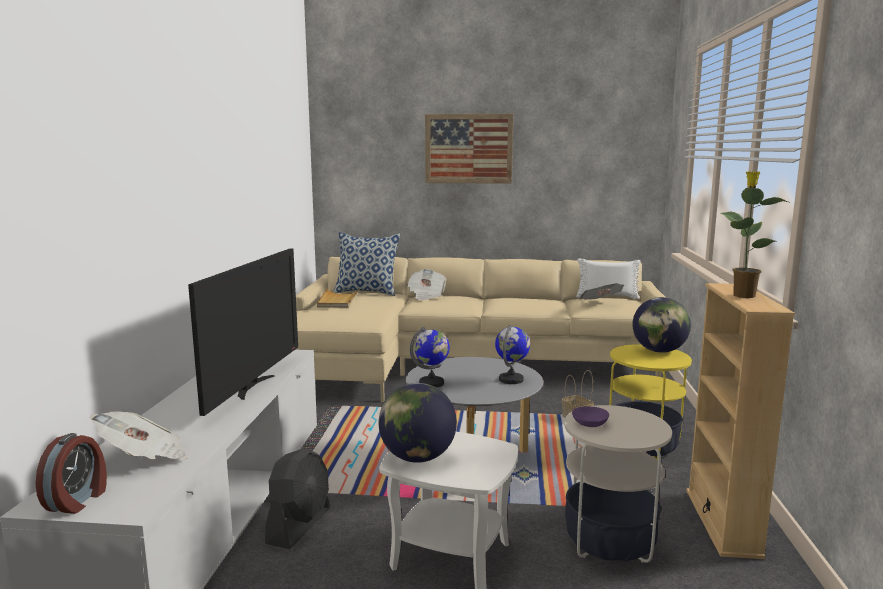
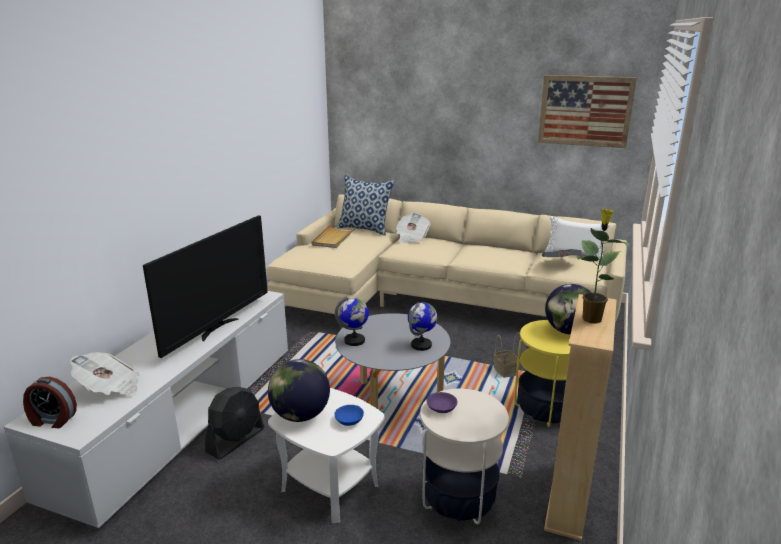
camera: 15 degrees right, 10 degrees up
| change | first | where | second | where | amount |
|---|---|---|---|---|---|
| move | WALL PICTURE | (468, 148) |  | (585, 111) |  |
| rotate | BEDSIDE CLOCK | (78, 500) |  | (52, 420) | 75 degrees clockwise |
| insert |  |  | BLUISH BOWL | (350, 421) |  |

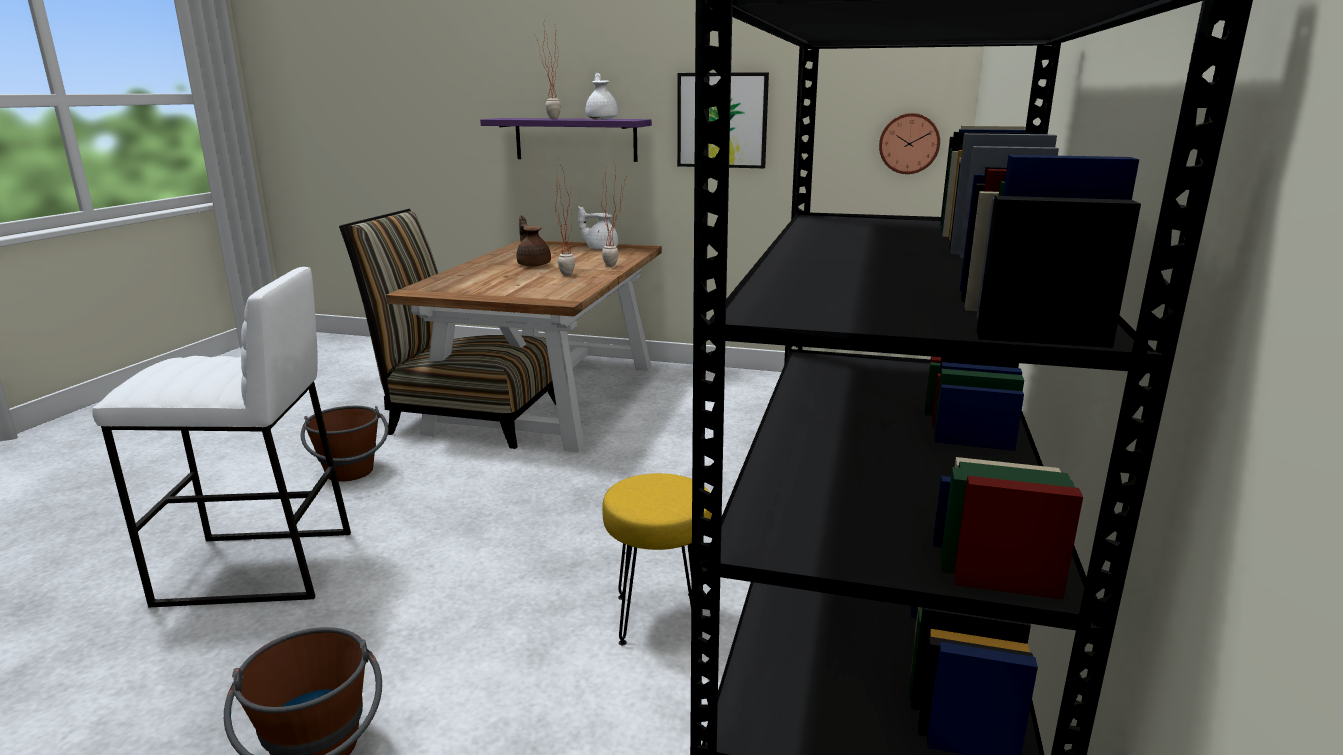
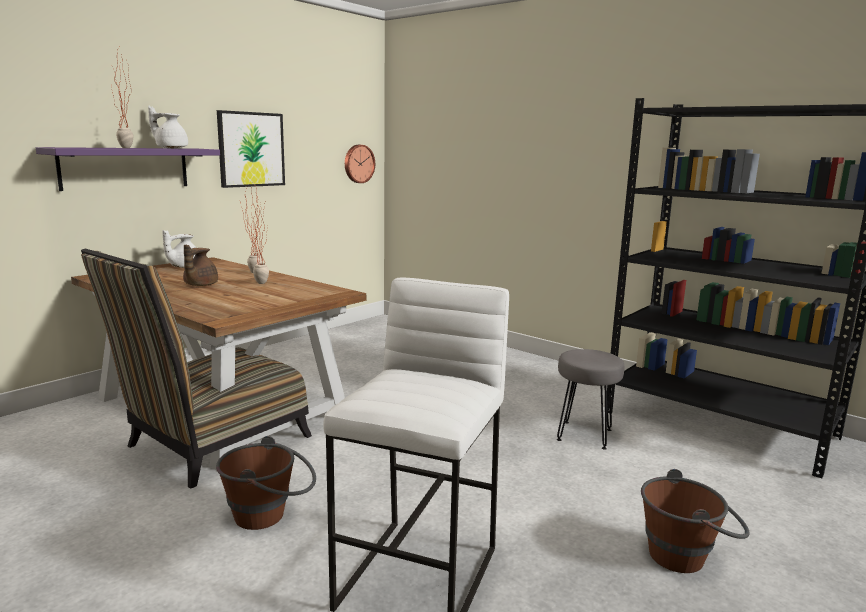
camera: 65 degrees left, 5 degrees down
| change | first | where | second | where | amount |
|---|---|---|---|---|---|
| rotate | BROWN POT FOR TEA | (533, 264) |  | (199, 285) | 75 degrees counterclockwise |
| recolor | YELLOW-COLOURED STOOL SEAT | (659, 618) | GREY STOOL SEAT | (585, 434) |  |

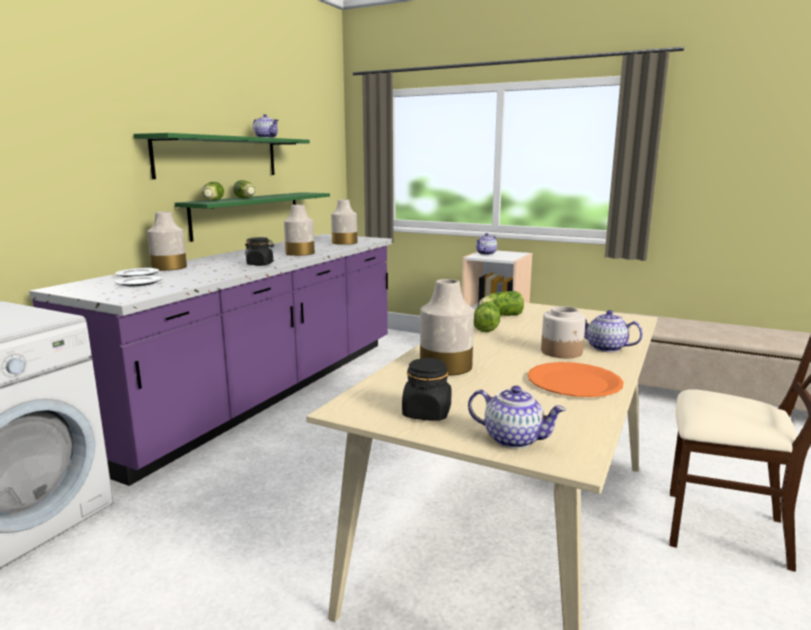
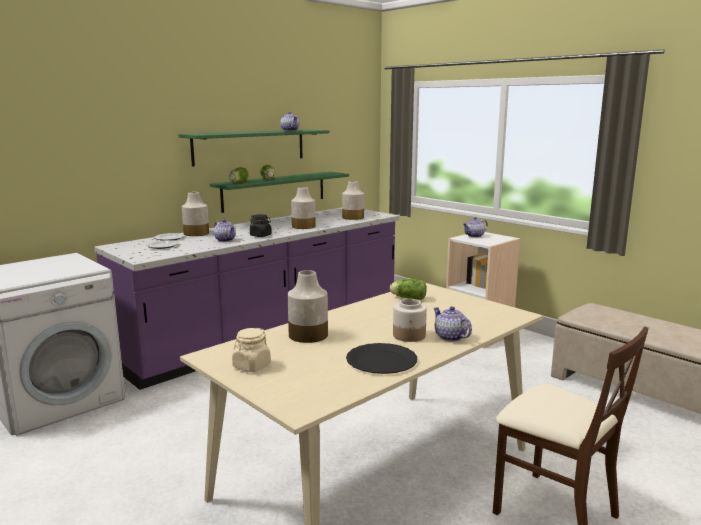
camera: 20 degrees right, 0 degrees up
| change | first | where | second | where | amount |
|---|---|---|---|---|---|
| delete | LETTUCE HEAD | (486, 327) |  |  |  |
| recolor | BLACK PRESERVE JAR | (427, 413) | BEIGE-COLOURED PRESERVE JAR | (251, 366) |  |
| recolor | ORANGEY DINNER PLATE | (574, 382) | BLACK DINNER PLATE | (381, 361) |  |
| move | POT FOR TEA | (514, 439) |  | (225, 240) |  |

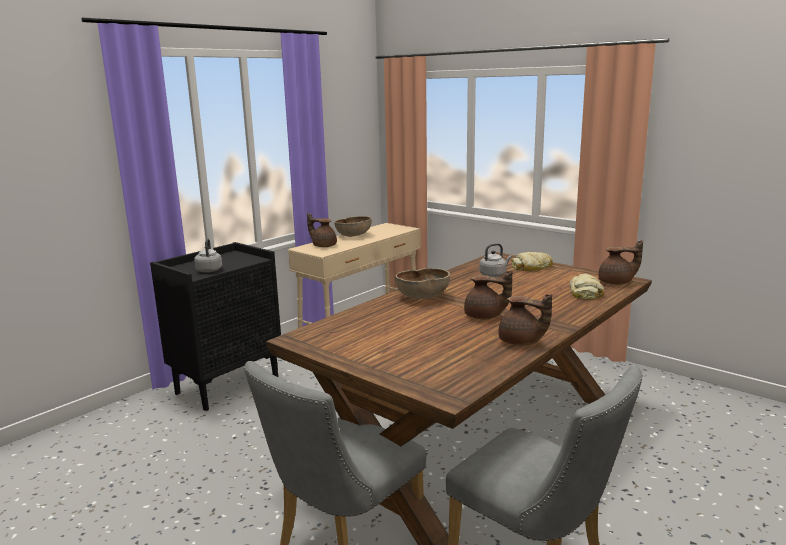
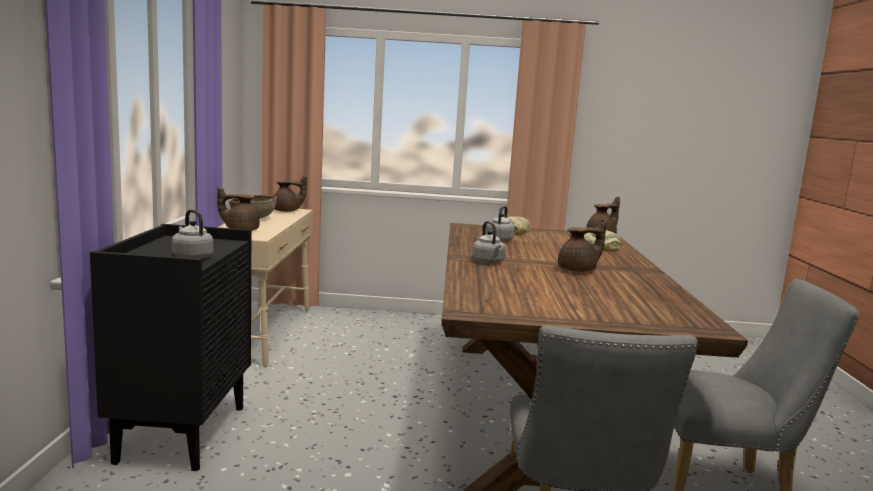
camera: 40 degrees left, 5 degrees down
| change | first | where | second | where | amount |
|---|---|---|---|---|---|
| replace | BROWN BOWL | (422, 297) | GREY WATER KETTLE | (489, 262) |  |
| move | BROWN POT FOR TEA | (521, 342) |  | (287, 211) |  |

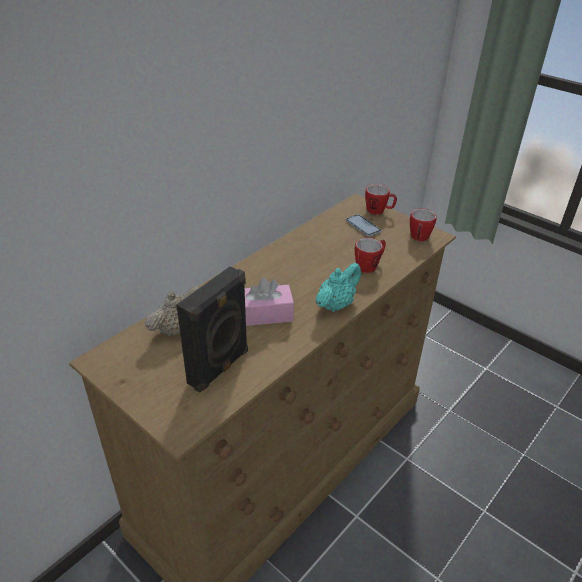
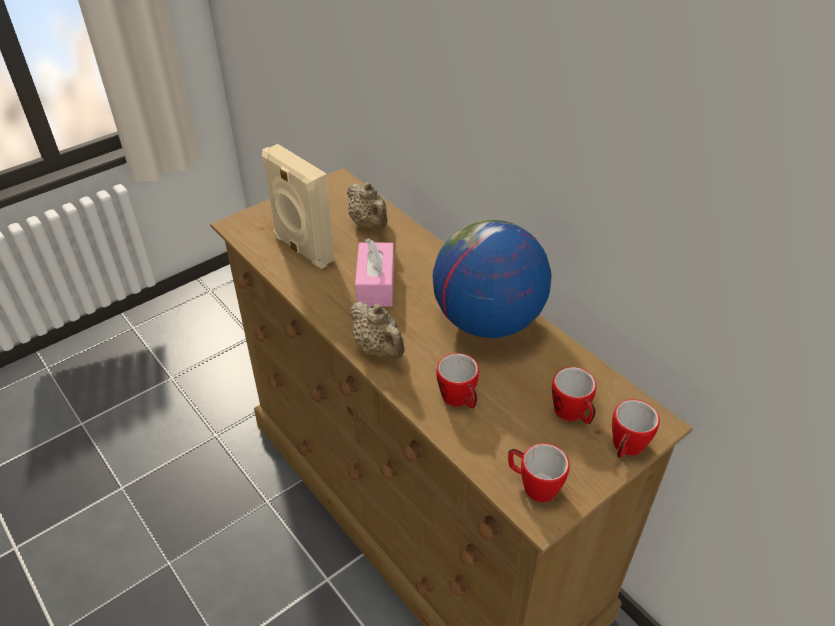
camera: 100 degrees right, 5 degrees up
| change | first | where | second | where | amount |
|---|---|---|---|---|---|
| replace | HANDSET | (363, 226) | TEA MUG | (573, 414) |  |
| recolor | TURQUOISE POT FOR TEA | (336, 304) | BEIGE-COLOURED POT FOR TEA | (379, 349) |  |
| recolor | BLACK LOUDSPEAKER | (220, 368) | BEIGE-COLOURED LOUDSPEAKER | (302, 249) |  |
| insert |  |  | WORLD GLOBE | (487, 321) |  |

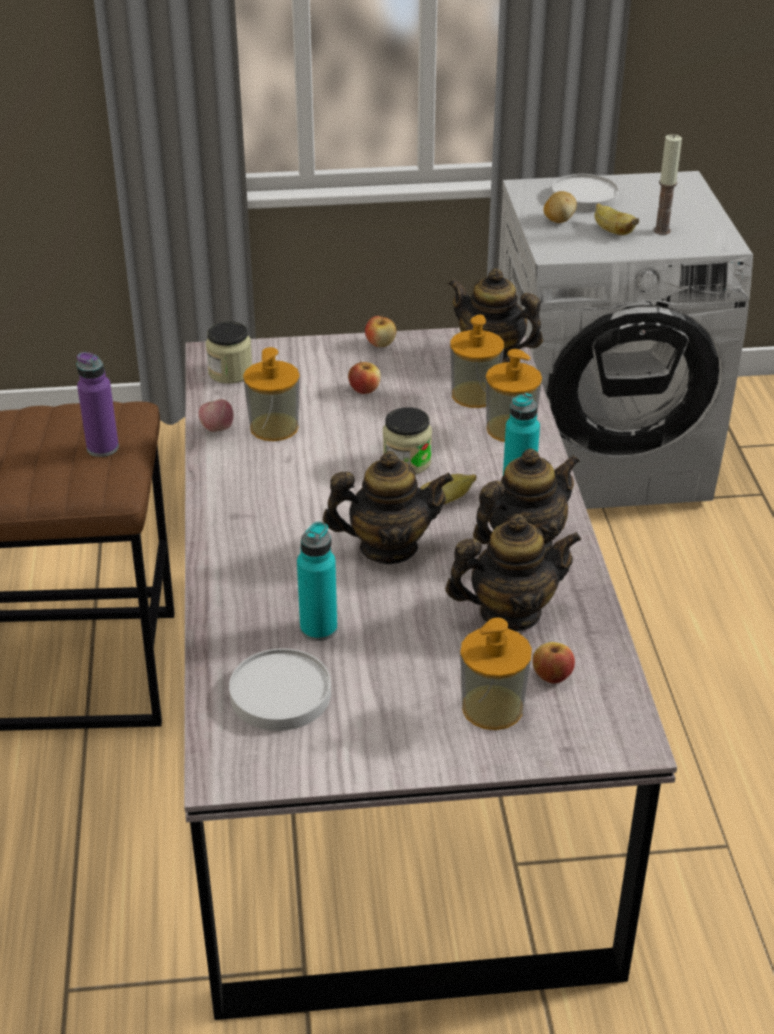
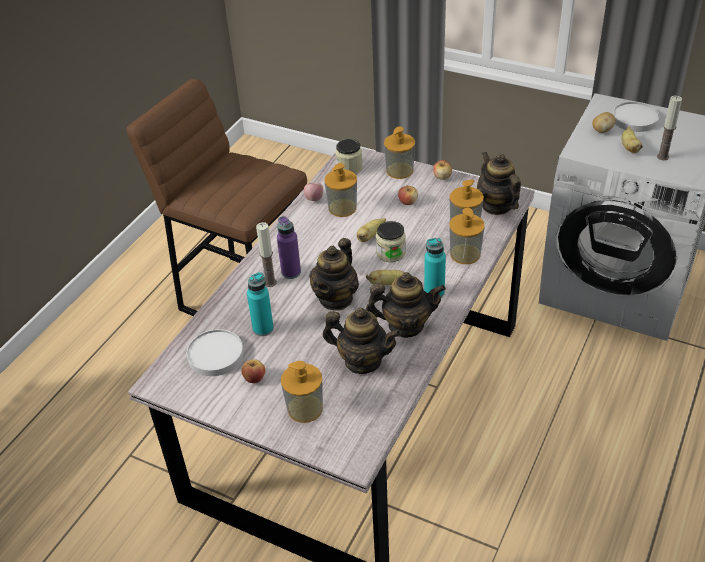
camera: 35 degrees right, 5 degrees up
| change | first | where | second | where | amount |
|---|---|---|---|---|---|
| move | PURPLE-COLOURED BOTTLE | (102, 448) |  | (291, 272) |  |
| rotate | POT FOR TEA | (388, 547) |  | (336, 298) | 90 degrees clockwise |
| move | APPLE | (552, 676) |  | (254, 378) |  |
| insert |  |  | SOAP DISPENSER | (399, 170) |  |
| insert |  |  | BANANA FRUIT | (370, 236) |  |
| insert |  |  | WAX CANDLE | (270, 282) |  |

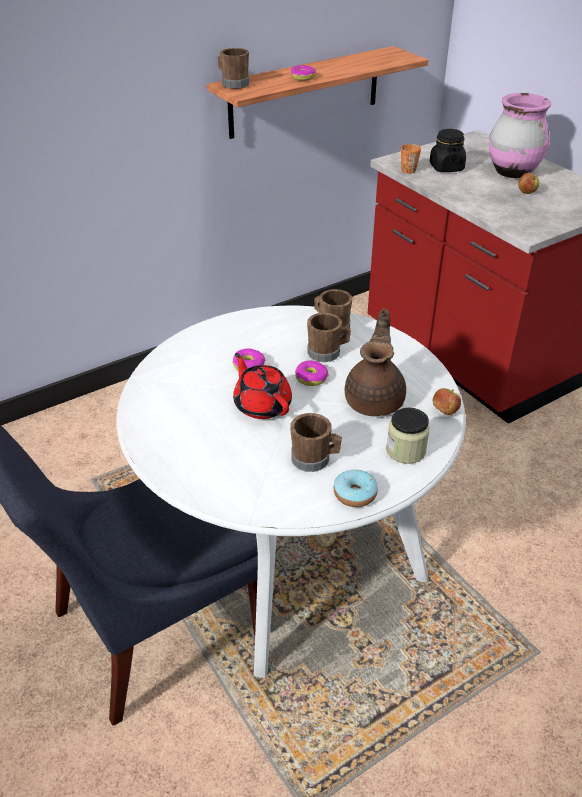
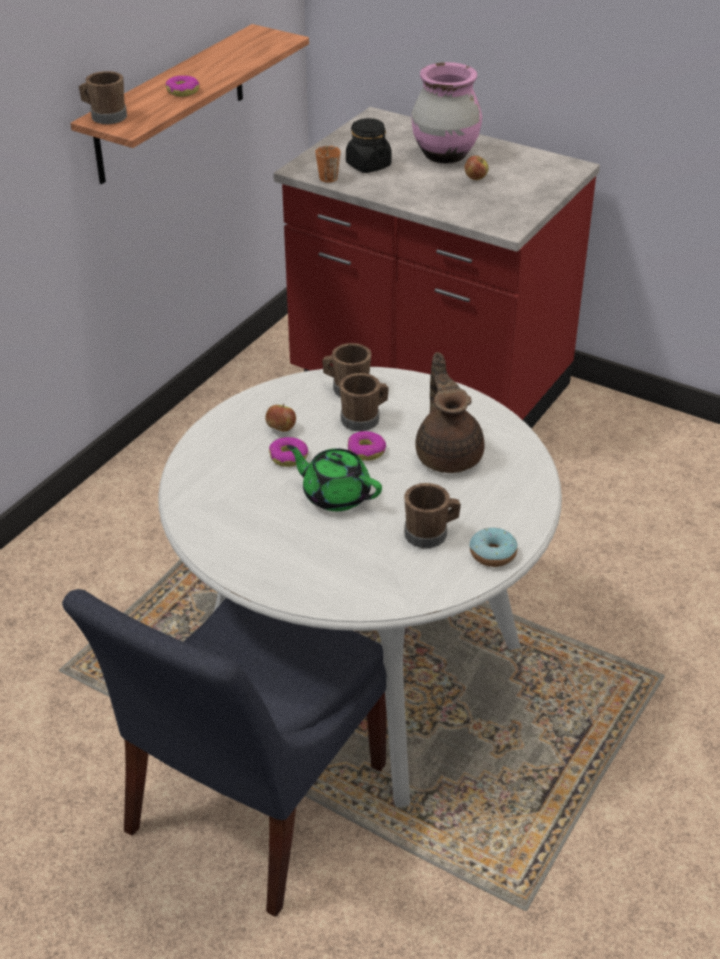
camera: 25 degrees left, 0 degrees up
| change | first | where | second | where | amount |
|---|---|---|---|---|---|
| recolor | RED-COLOURED POT FOR TEA | (262, 405) | GREEN POT FOR TEA | (335, 495) |  |
| move | APPLE | (445, 411) |  | (281, 429) |  |
| delete | PRESERVE JAR | (406, 450) |  |  |  |

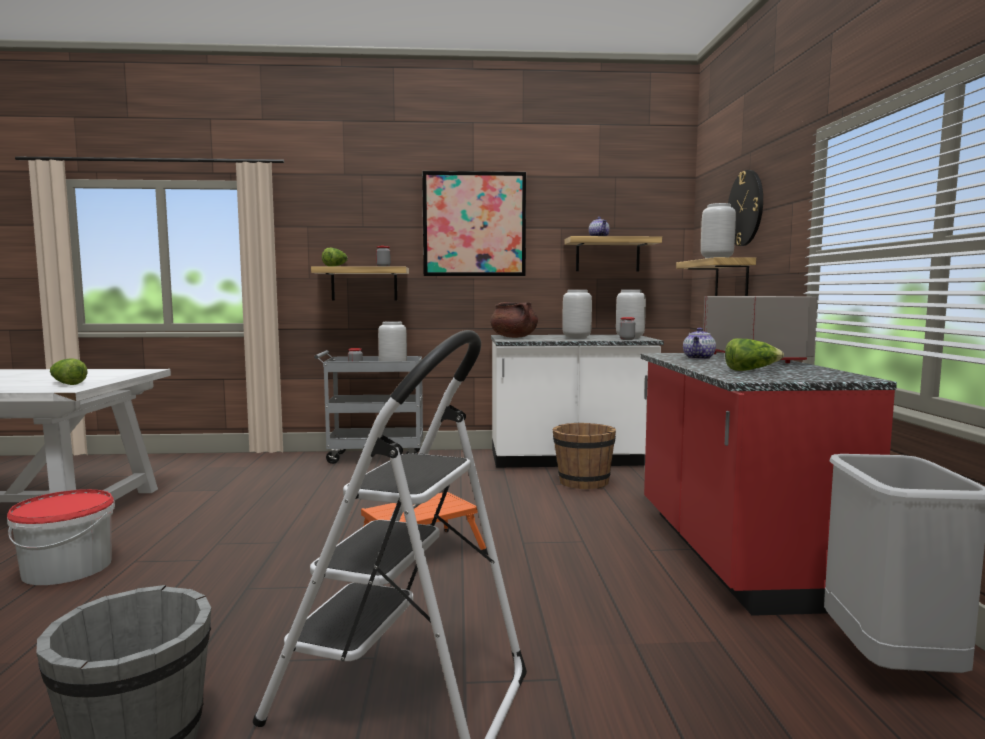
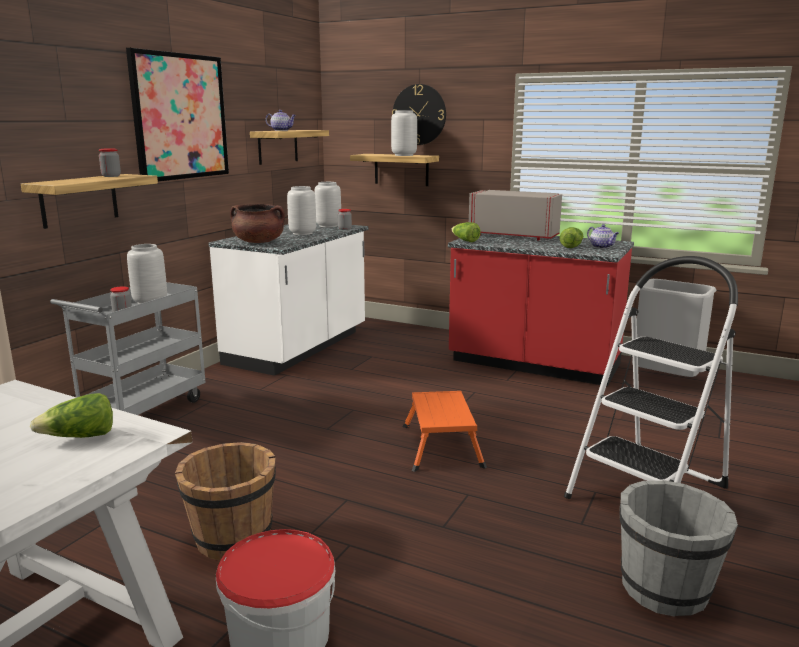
camera: 60 degrees left, 10 degrees up
| change | first | where | second | where | amount |
|---|---|---|---|---|---|
| move | LETTUCE HEAD | (335, 266) |  | (465, 240) |  |
| move | POT FOR TEA | (699, 358) |  | (602, 247) |  |
| move | BROWN BUCKET | (583, 482) |  | (232, 539) |  |

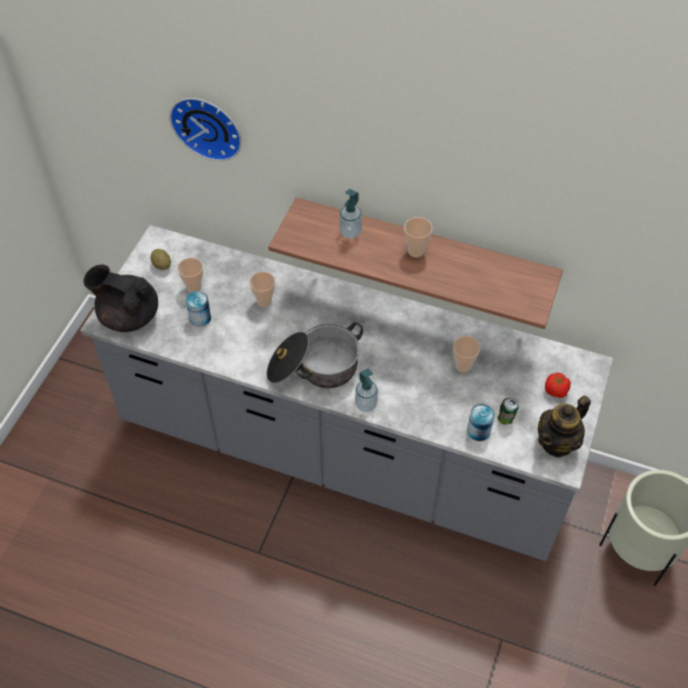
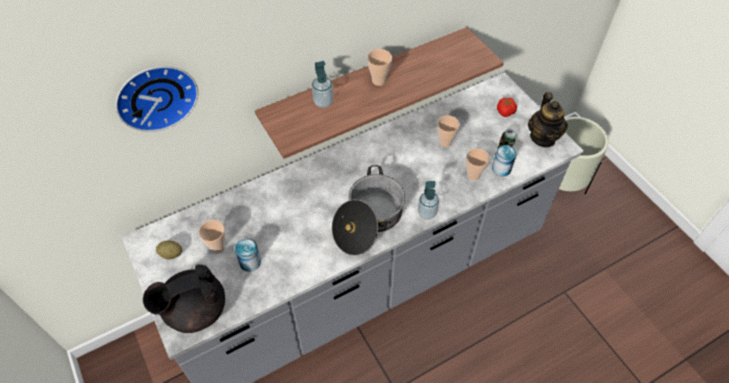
camera: 50 degrees left, 0 degrees up
| change | first | where | second | where | amount |
|---|---|---|---|---|---|
| move | SMALL CUP | (264, 302) |  | (473, 175) |  |

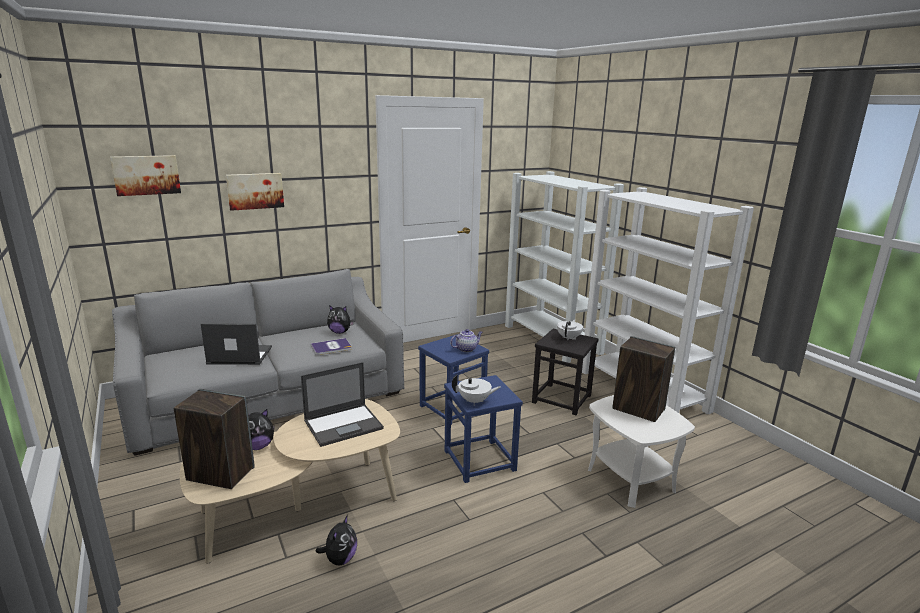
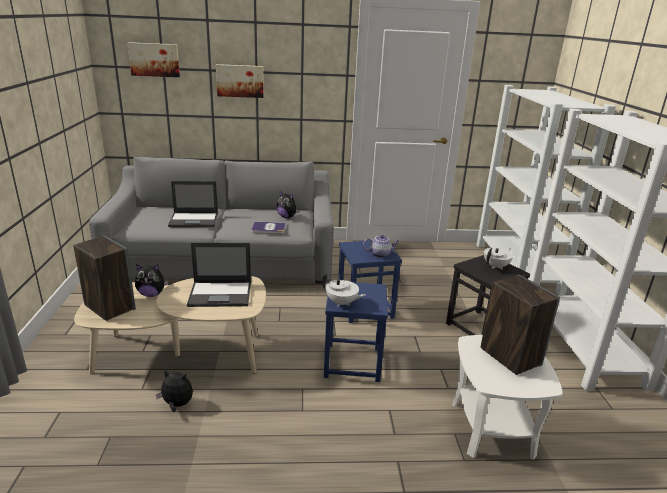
camera: 25 degrees right, 5 degrees up
| change | first | where | second | where | amount |
|---|---|---|---|---|---|
| rotate | NOTEBOOK COMPUTER | (239, 355) |  | (194, 220) | 150 degrees clockwise |
| rotate | PLUSH TOY | (340, 559) |  | (177, 405) | 120 degrees counterclockwise |

